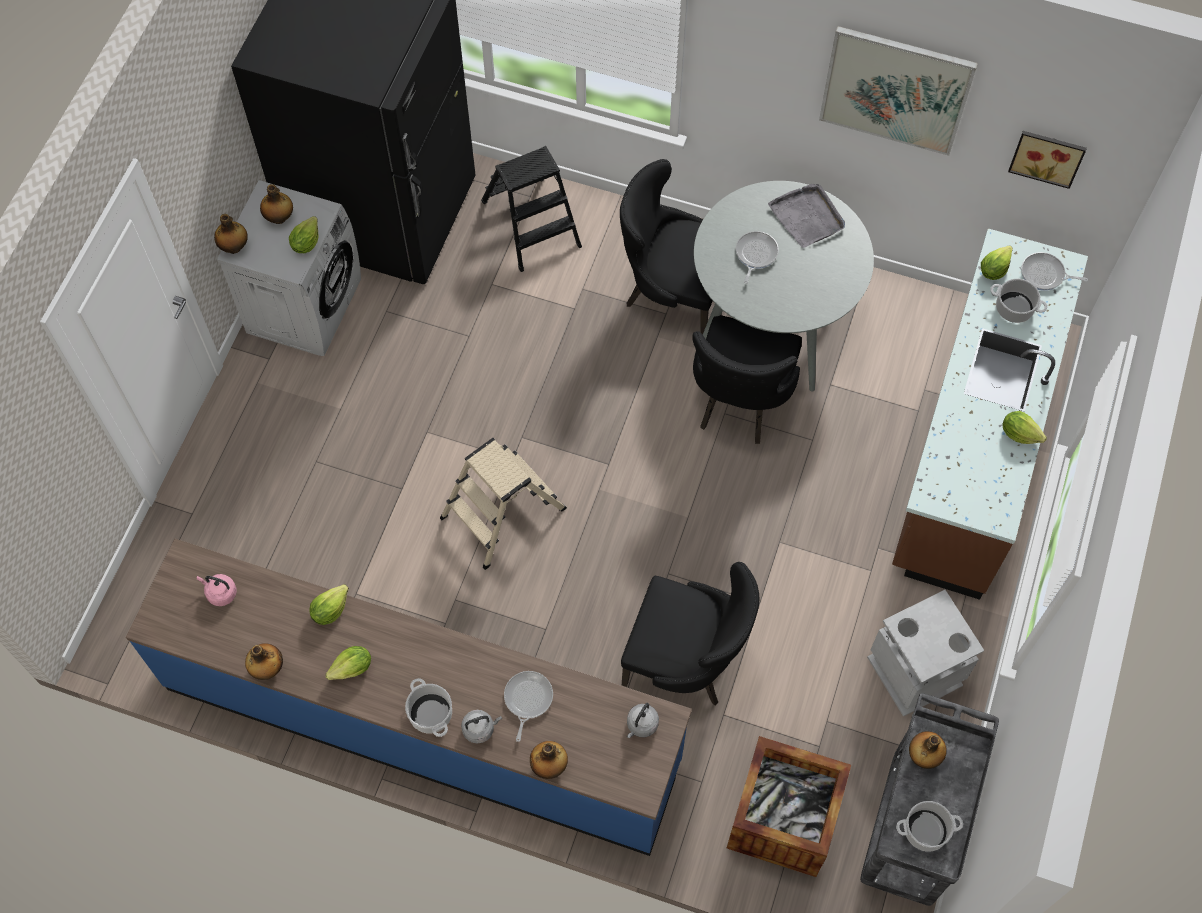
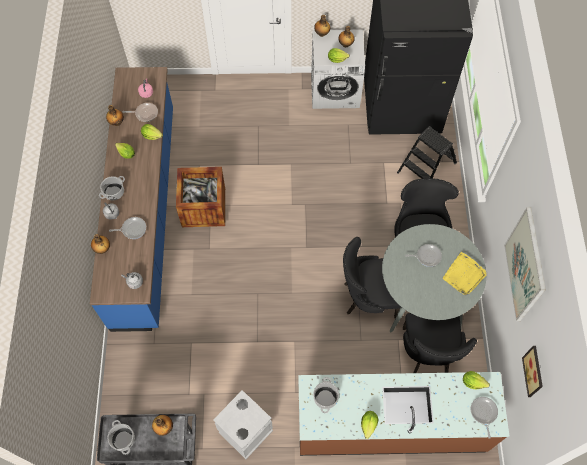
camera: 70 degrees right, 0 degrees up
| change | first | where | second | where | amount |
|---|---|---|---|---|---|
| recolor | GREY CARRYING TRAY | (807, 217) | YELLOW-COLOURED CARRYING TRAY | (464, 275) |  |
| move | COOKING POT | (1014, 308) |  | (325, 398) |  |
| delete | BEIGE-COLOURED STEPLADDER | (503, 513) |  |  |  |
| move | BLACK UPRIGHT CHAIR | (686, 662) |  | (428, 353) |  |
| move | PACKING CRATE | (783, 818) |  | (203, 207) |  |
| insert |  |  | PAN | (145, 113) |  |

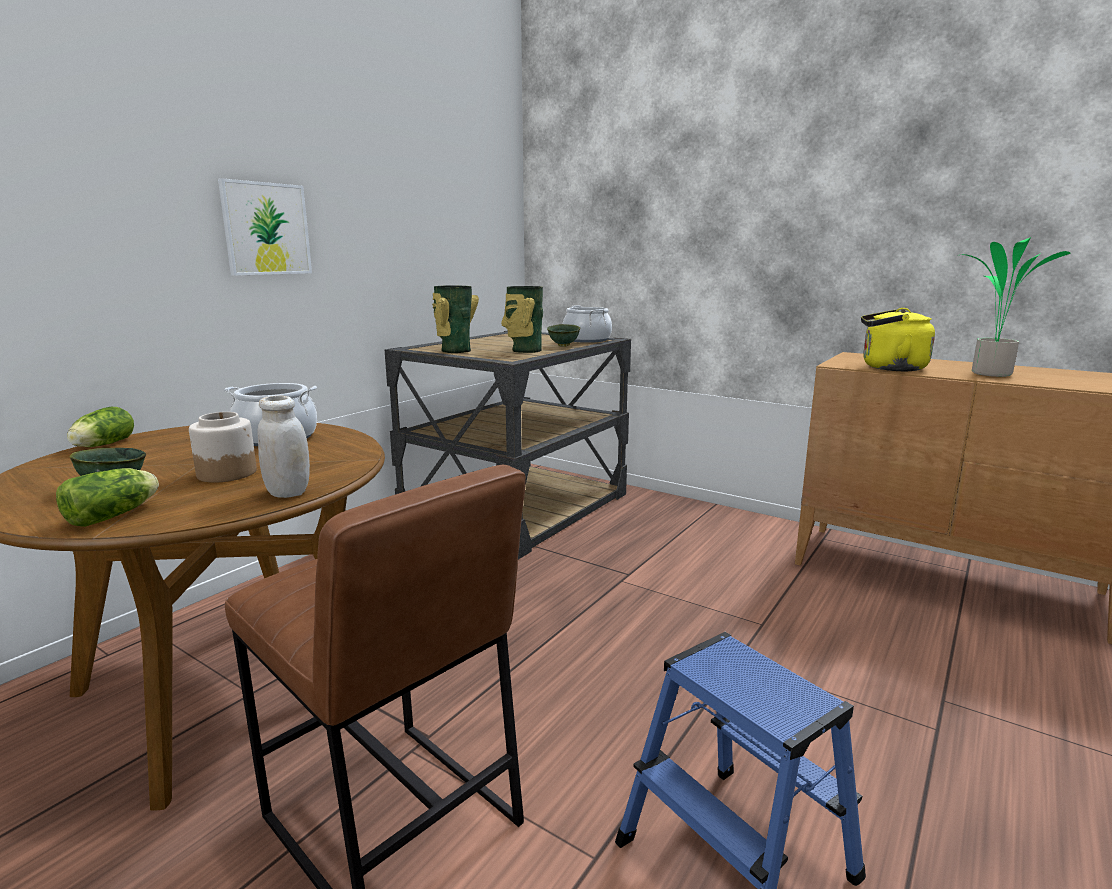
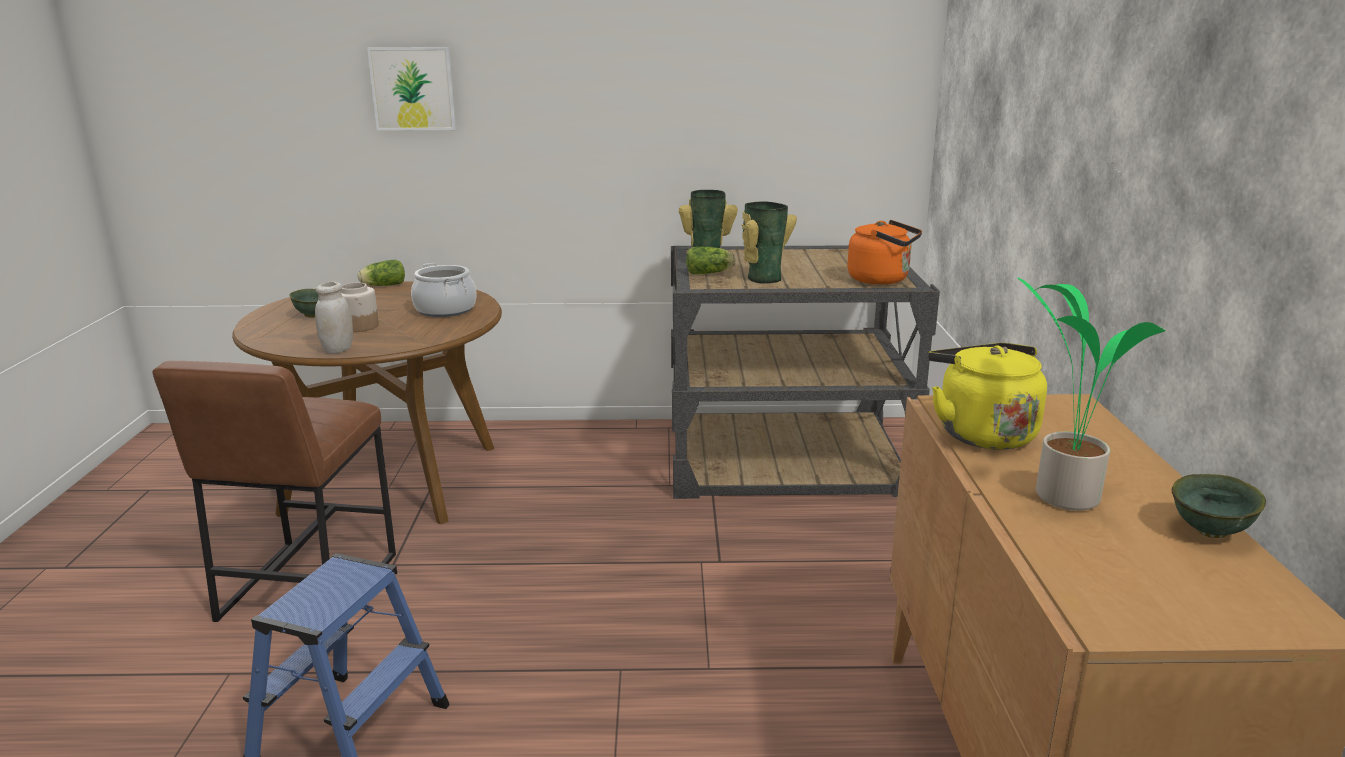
camera: 55 degrees right, 5 degrees up
| change | first | where | second | where | amount |
|---|---|---|---|---|---|
| move | WALL PICTURE | (266, 229) |  | (413, 89) |  |
| replace | COOKING POT | (587, 340) | ORANGEY WATER KETTLE | (882, 280) |  |
| move | GREEN BOWL | (564, 345) |  | (1211, 533) |  |
| move | LETTUCE HEAD | (116, 515) |  | (710, 273) |  |

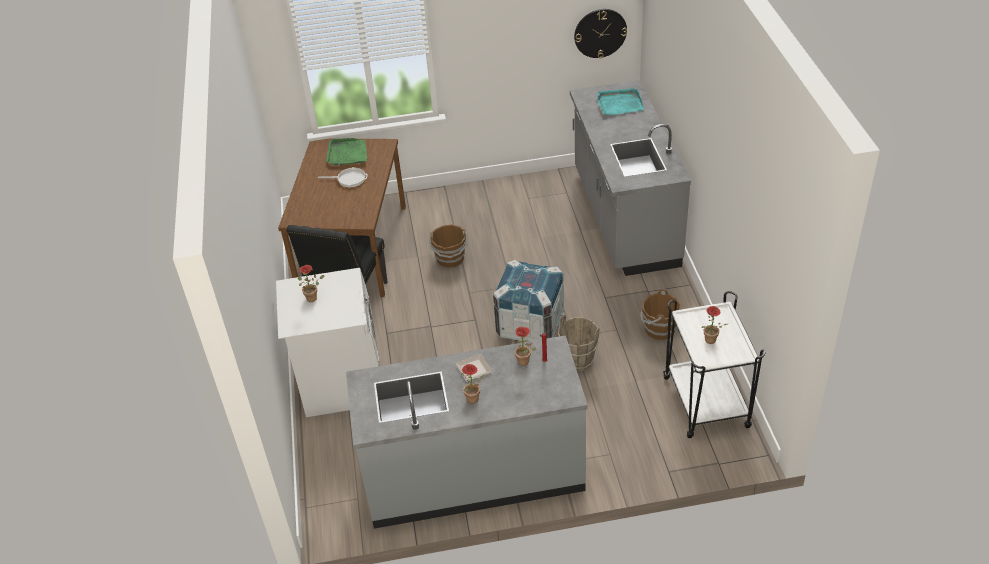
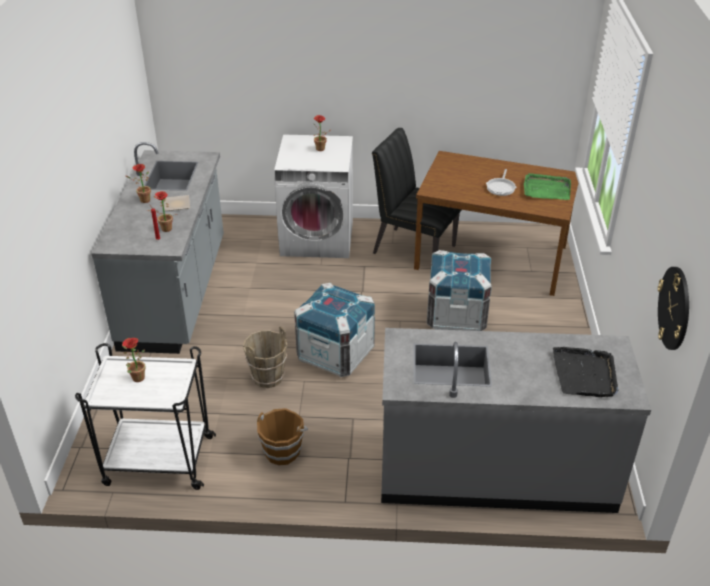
camera: 100 degrees right, 5 degrees down
| change | first | where | second | where | amount |
|---|---|---|---|---|---|
| recolor | TURQUOISE CARRYING TRAY | (619, 104) | BLACK CARRYING TRAY | (585, 374) |  |
| replace | BROWN BUCKET | (450, 259) | PACKING CRATE | (456, 315) |  |

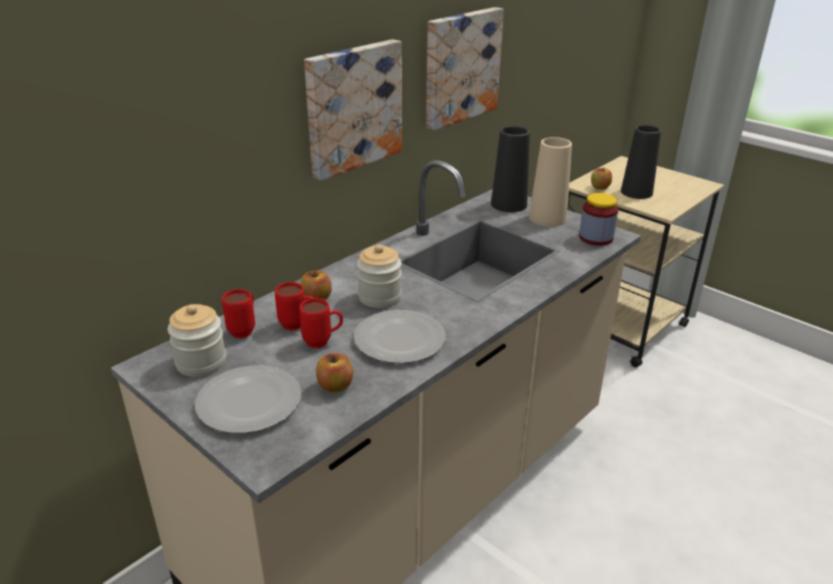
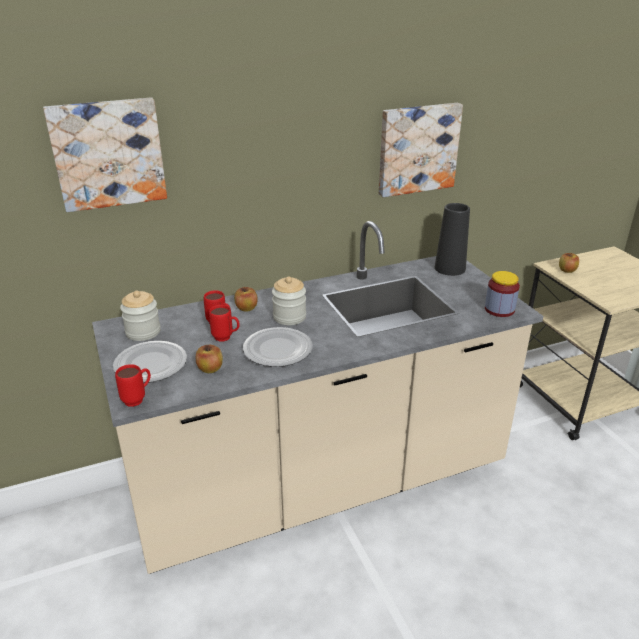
camera: 25 degrees right, 0 degrees up
| change | first | where | second | where | amount |
|---|---|---|---|---|---|
| move | WALL PICTURE | (352, 107) |  | (108, 153) |  |
| delete | BLACK FLOWER VASE | (636, 192) |  |  |  |
| delete | BEIGE-COLOURED FLOWER VASE | (547, 218) |  |  |  |
| move | RED-COLOURED TEA MUG | (245, 329) |  | (138, 399) |  |

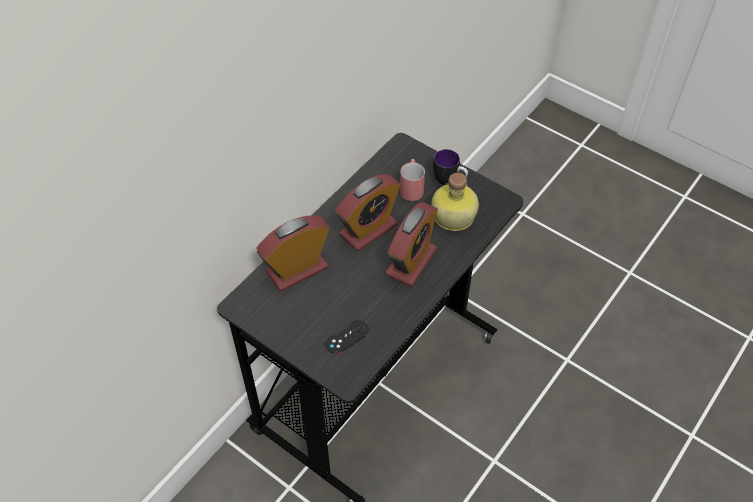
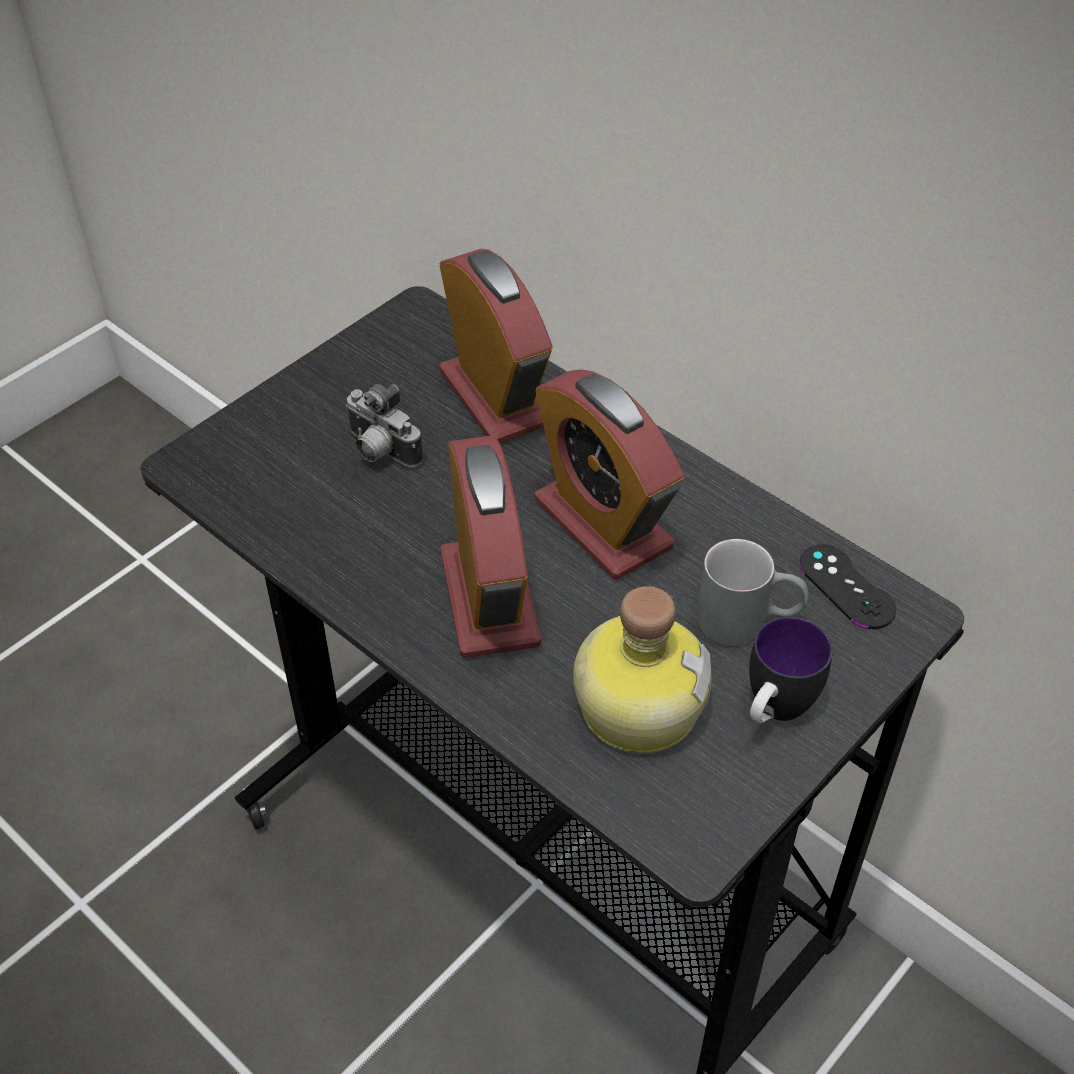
camera: 95 degrees right, 5 degrees down
| change | first | where | second | where | amount |
|---|---|---|---|---|---|
| recolor | RED-COLOURED TEA MUG | (411, 187) | GREY TEA MUG | (749, 622) |  |
| rotate | BEDSIDE CLOCK | (411, 262) |  | (489, 599) | 135 degrees counterclockwise |
| move | BLACK GAME CONTROLLER | (347, 337) |  | (846, 587) |  |
| insert |  |  | STILL CAMERA | (379, 452) |  |

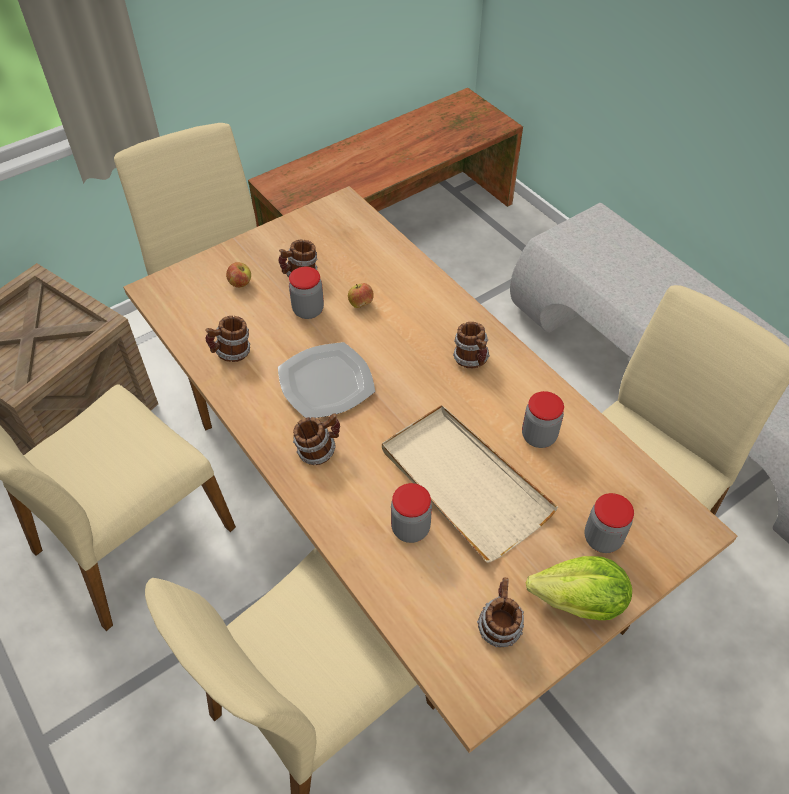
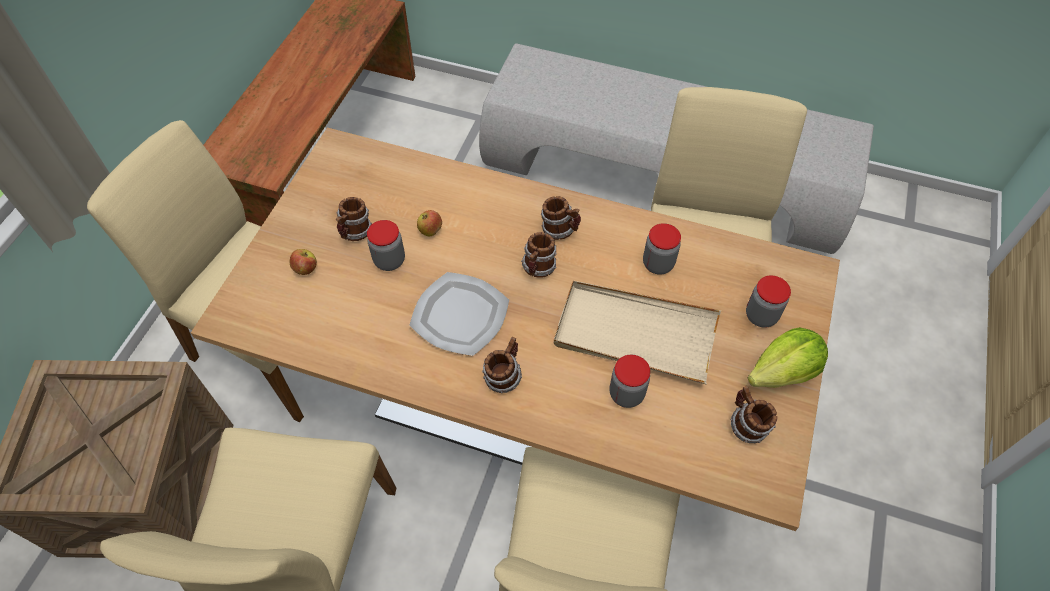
camera: 35 degrees left, 5 degrees up
| change | first | where | second | where | amount |
|---|---|---|---|---|---|
| move | TEA MUG | (232, 353) |  | (538, 269) |  |

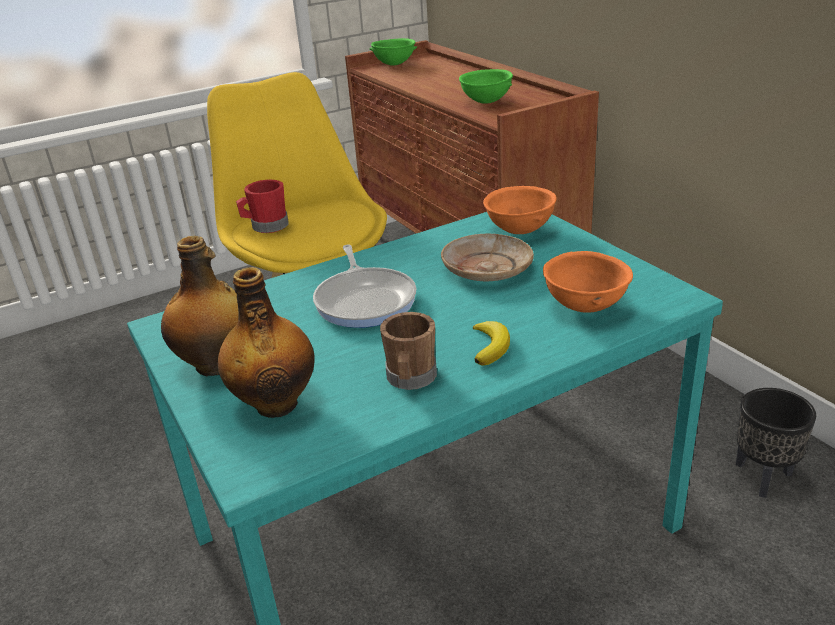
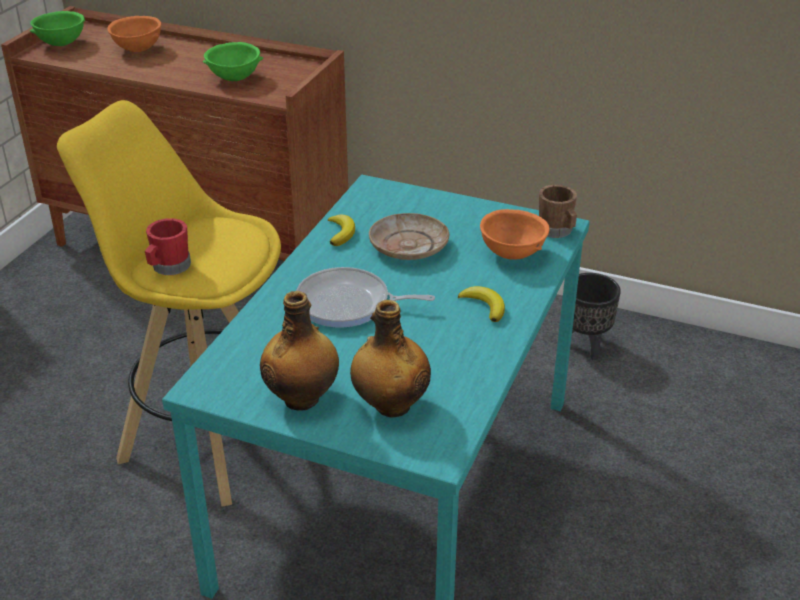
camera: 40 degrees left, 5 degrees up
| change | first | where | second | where | amount |
|---|---|---|---|---|---|
| move | ORANGEY BOWL | (519, 231) |  | (138, 50) |  |
| rotate | PAN | (365, 300) |  | (348, 304) | 150 degrees clockwise |
| move | BROWN TEA MUG | (410, 379) |  | (557, 231) |  |
| insert |  |  | BANANA FRUIT | (341, 232) |  |

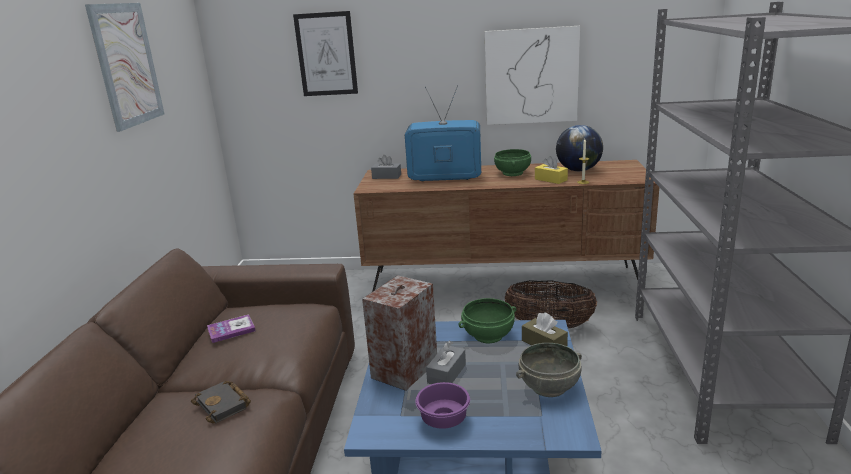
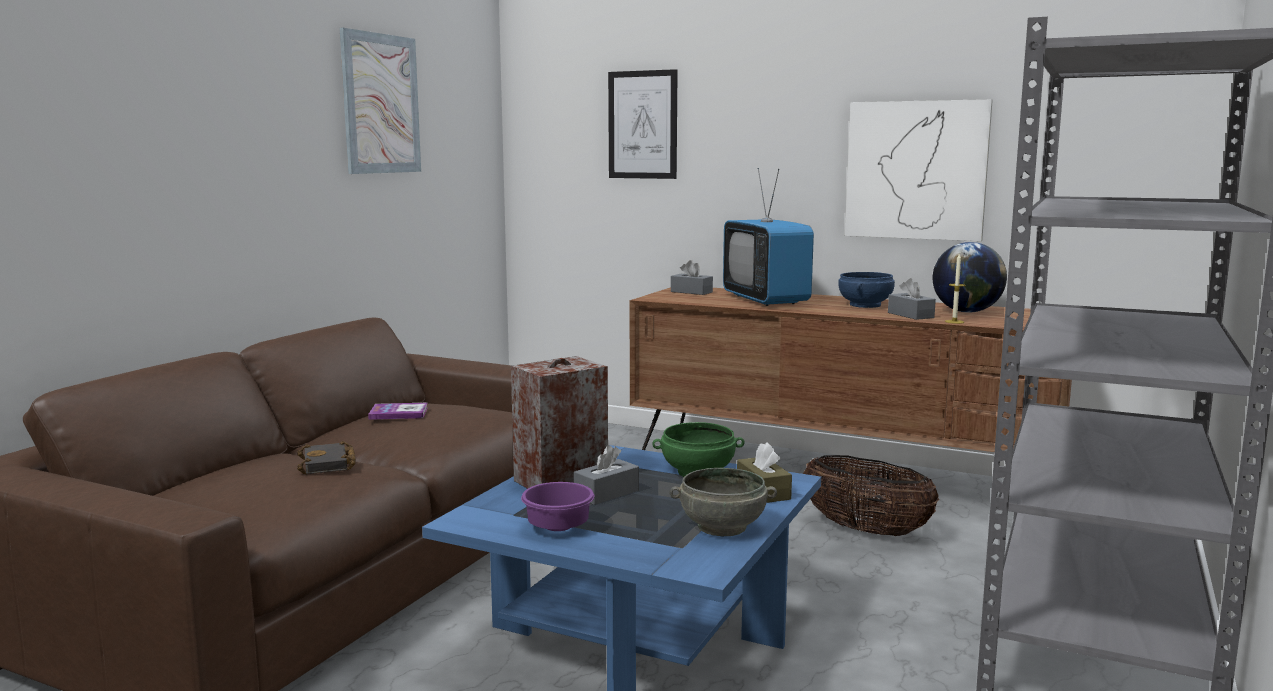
camera: 20 degrees right, 10 degrees down
| change | first | where | second | where | amount |
|---|---|---|---|---|---|
| rotate | TV | (445, 178) |  | (765, 300) | 135 degrees counterclockwise |
| recolor | GREEN BOWL | (513, 173) | BLUISH BOWL | (866, 305) |  |
| recolor | YELLOW-COLOURED TISSUE BOX | (551, 179) | GREY TISSUE BOX | (910, 315) |  |

